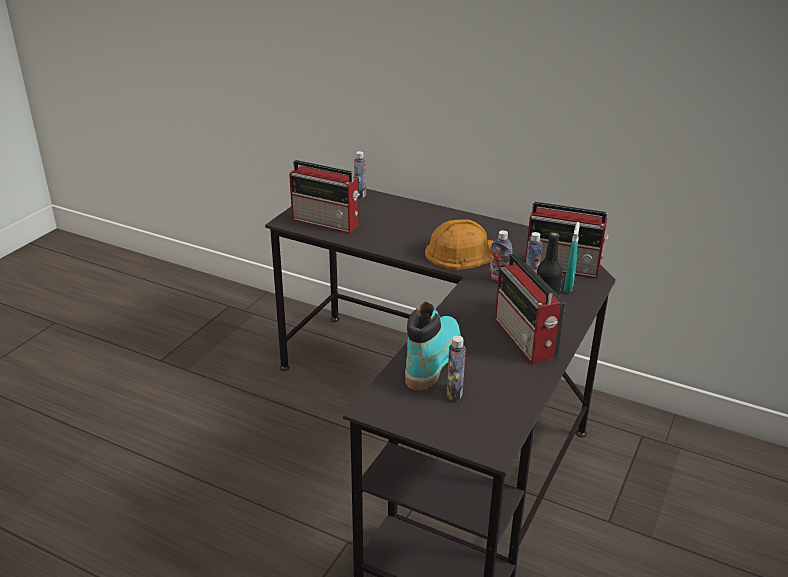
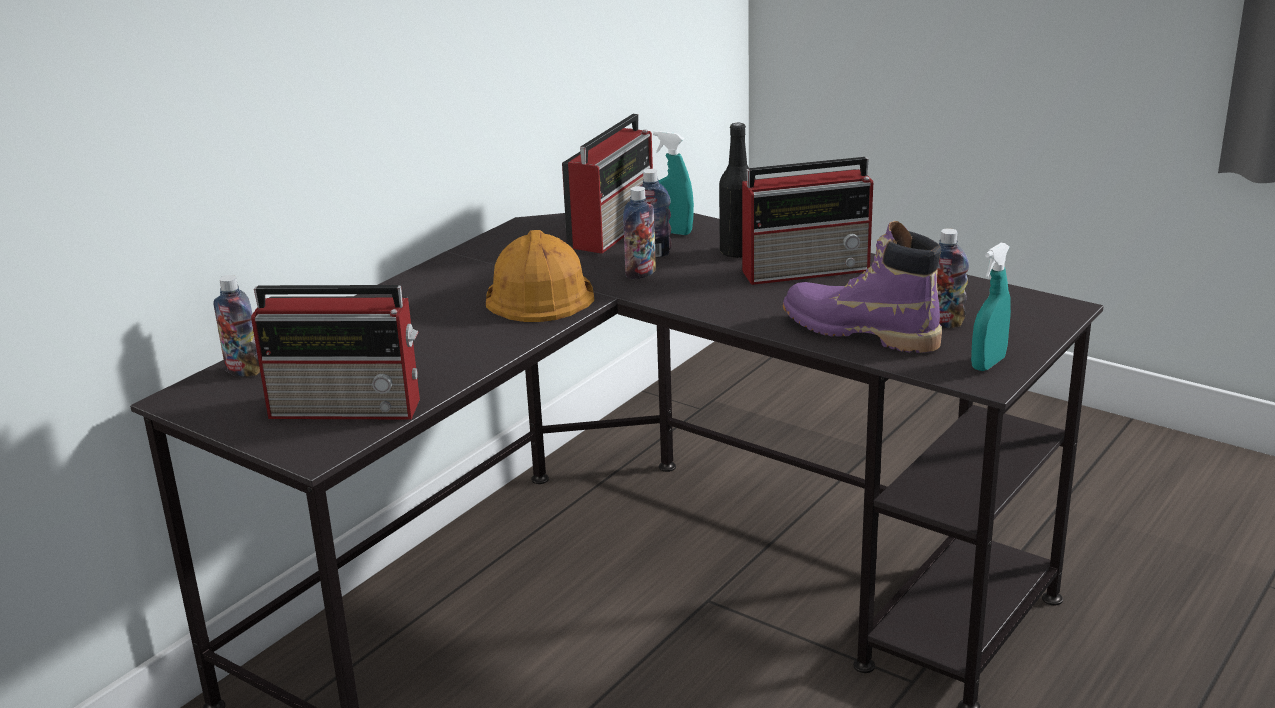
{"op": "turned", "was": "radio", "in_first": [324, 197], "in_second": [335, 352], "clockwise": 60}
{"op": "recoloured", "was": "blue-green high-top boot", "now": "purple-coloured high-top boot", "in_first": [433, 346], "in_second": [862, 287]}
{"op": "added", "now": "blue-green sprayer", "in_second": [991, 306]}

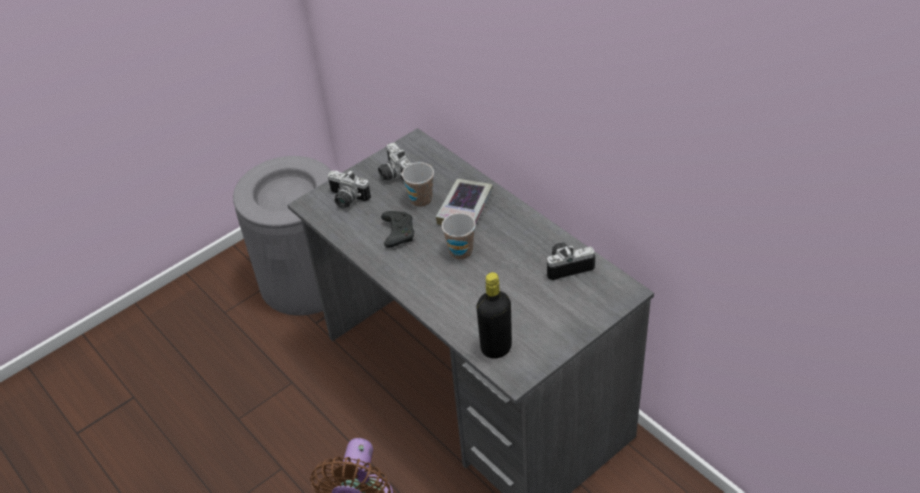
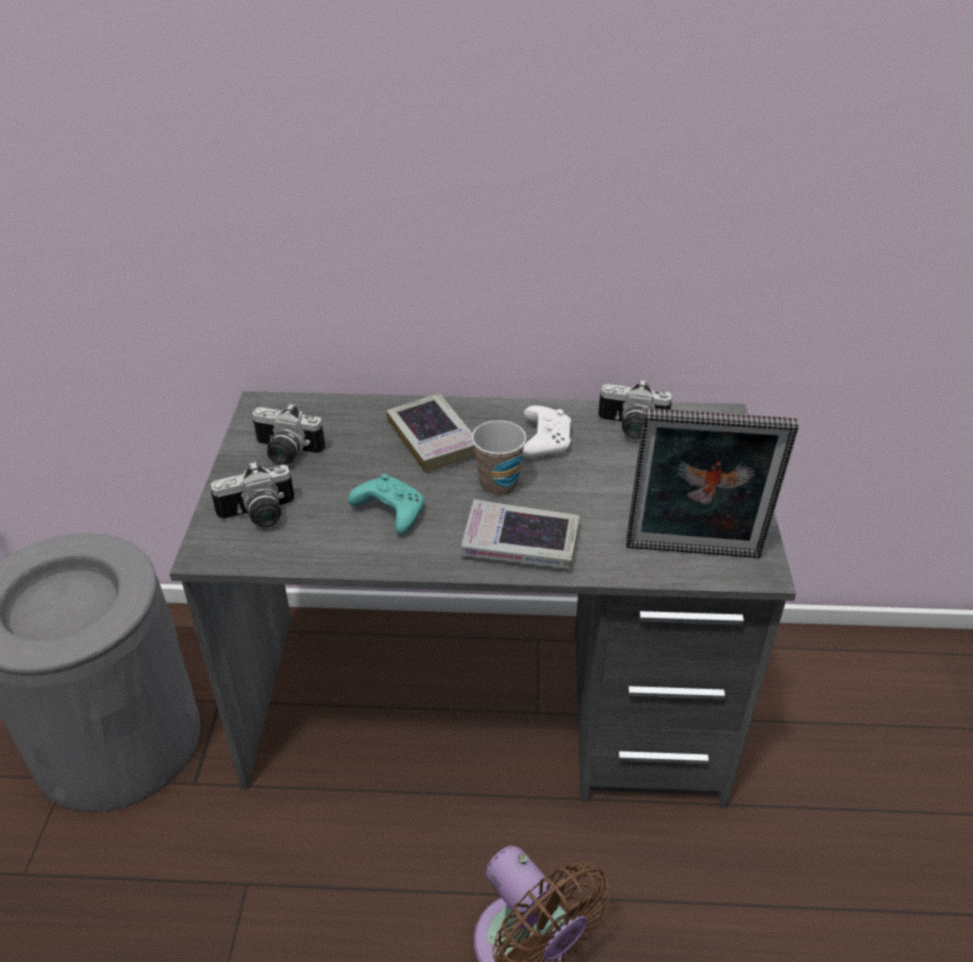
{"op": "removed", "was": "small cup", "in_first": [418, 184]}
{"op": "recoloured", "was": "blackish joypad", "now": "blue-green joypad", "in_first": [397, 229], "in_second": [386, 504]}
{"op": "turned", "was": "photo camera", "in_first": [571, 261], "in_second": [635, 409], "clockwise": -105}
{"op": "replaced", "was": "blackish drink bottle", "now": "picture frame", "in_first": [494, 315], "in_second": [712, 483]}
{"op": "added", "now": "white joypad", "in_second": [546, 432]}
{"op": "added", "now": "book", "in_second": [520, 534]}

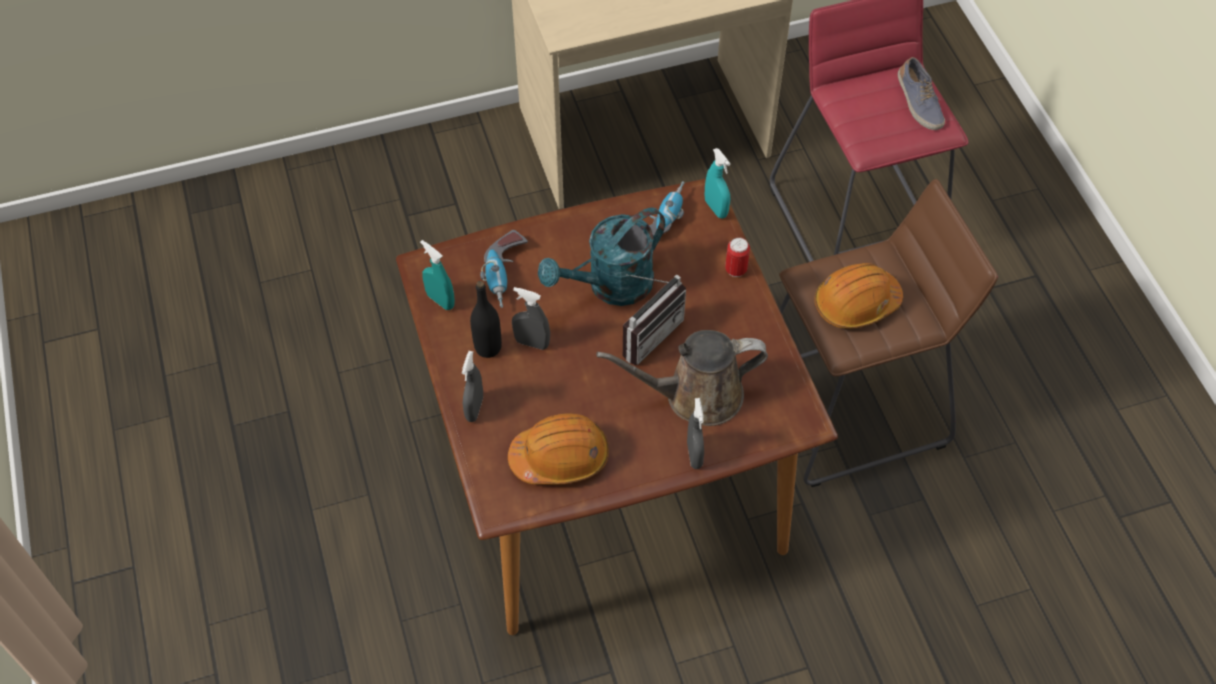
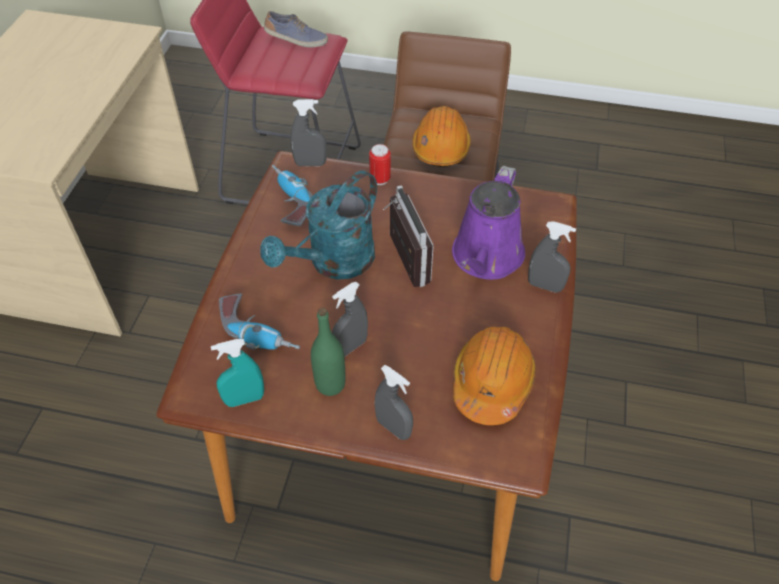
{"op": "recoloured", "was": "blue-green sprayer", "now": "greyish sprayer", "in_first": [717, 183], "in_second": [308, 132]}
{"op": "turned", "was": "blue-green watering pot", "in_first": [601, 257], "in_second": [318, 225], "clockwise": 45}
{"op": "recoloured", "was": "blackish drink bottle", "now": "green-coloured drink bottle", "in_first": [486, 319], "in_second": [328, 352]}
{"op": "recoloured", "was": "brown-coloured watering pot", "now": "purple-coloured watering pot", "in_first": [682, 378], "in_second": [488, 223]}

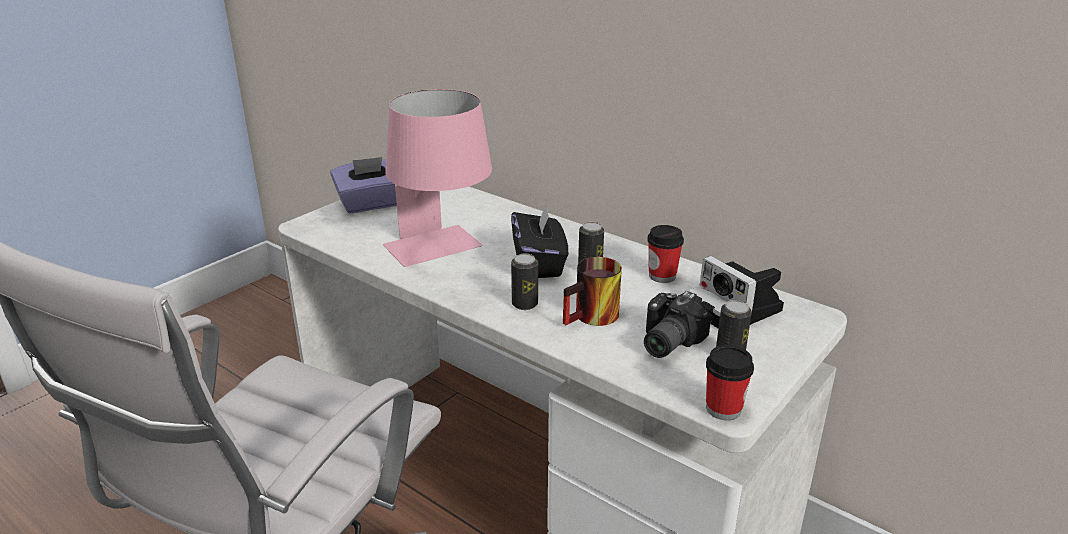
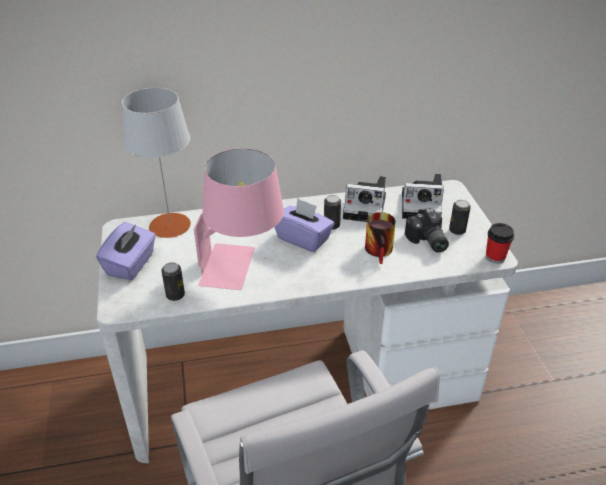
{"op": "recoloured", "was": "blackish box of tissues", "now": "purple-coloured box of tissues", "in_first": [539, 241], "in_second": [305, 225]}
{"op": "replaced", "was": "small cup", "now": "photo camera", "in_first": [665, 254], "in_second": [364, 199]}
{"op": "moved", "was": "sealed can", "in_first": [524, 282], "in_second": [173, 281]}
{"op": "added", "now": "greyish table lamp", "in_second": [156, 163]}

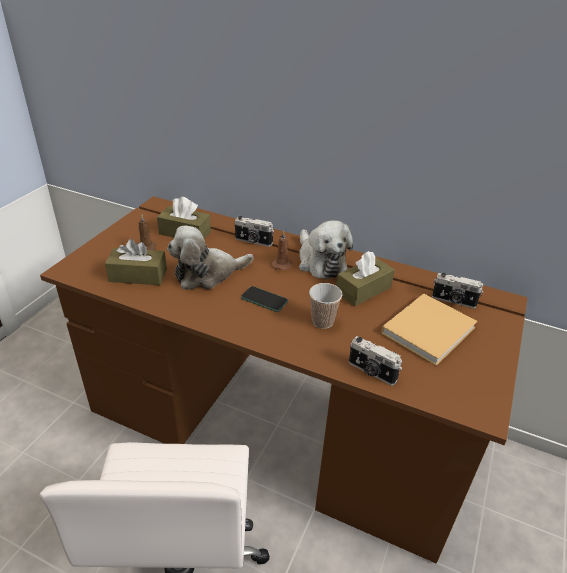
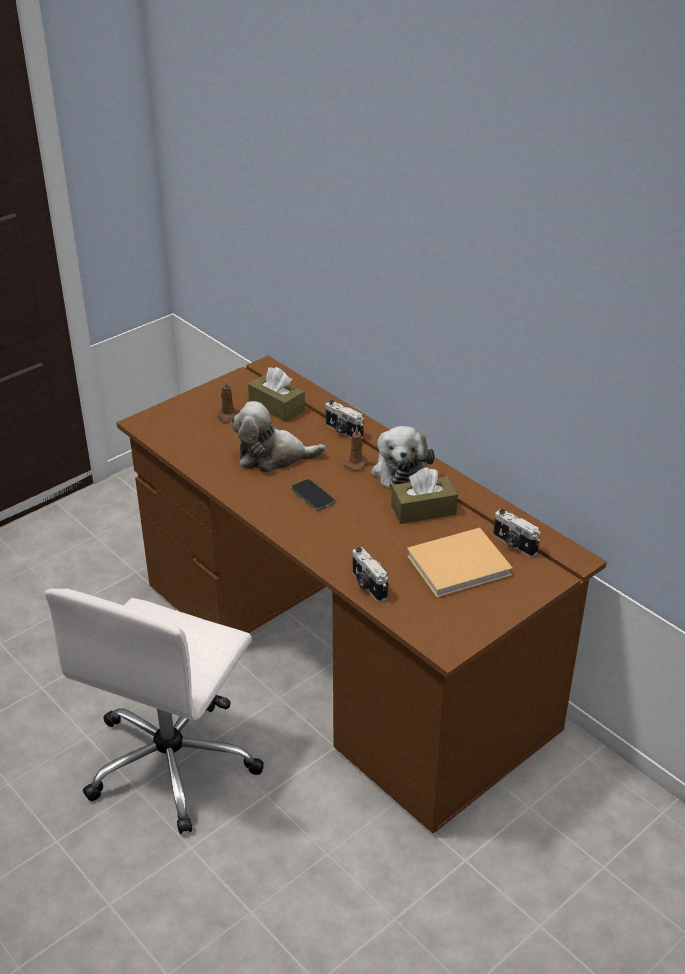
{"op": "removed", "was": "brown-coloured box of tissues", "in_first": [136, 262]}
{"op": "removed", "was": "small cup", "in_first": [325, 306]}

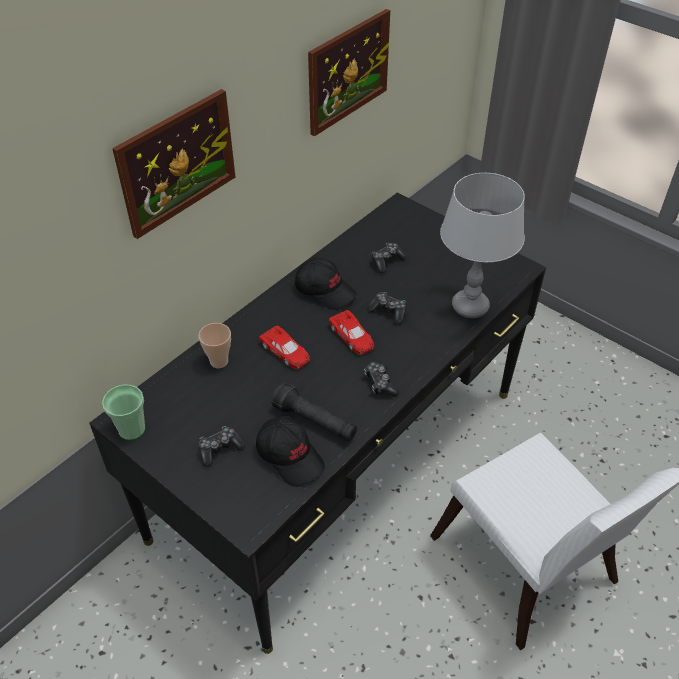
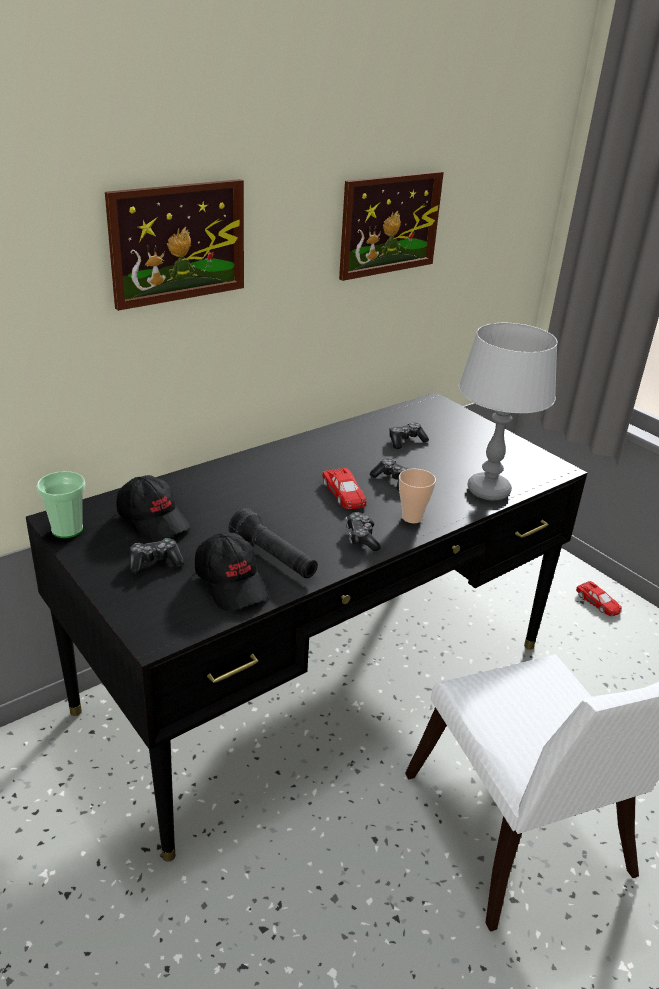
{"op": "moved", "was": "blackish cap", "in_first": [325, 283], "in_second": [153, 508]}
{"op": "moved", "was": "small cup", "in_first": [215, 345], "in_second": [417, 496]}
{"op": "moved", "was": "reddish model car", "in_first": [284, 347], "in_second": [599, 598]}

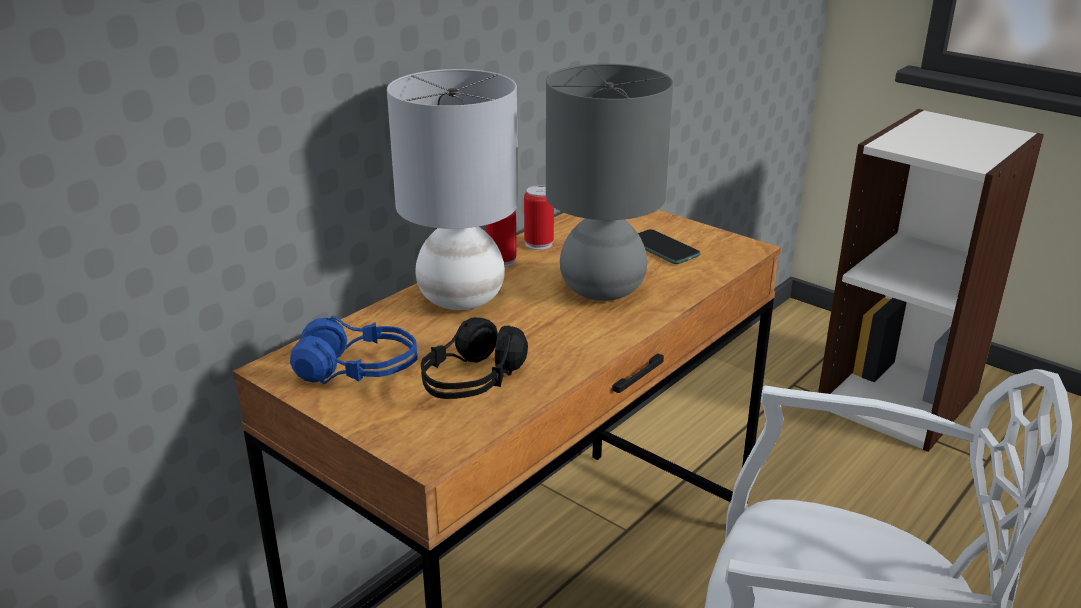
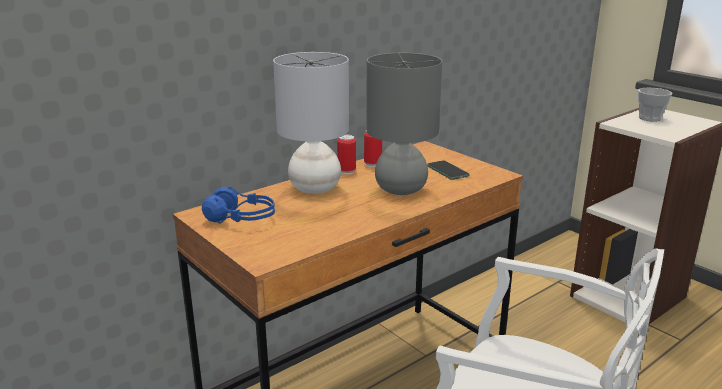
{"op": "removed", "was": "blackish headphones", "in_first": [474, 358]}
{"op": "added", "now": "small cup", "in_second": [655, 105]}

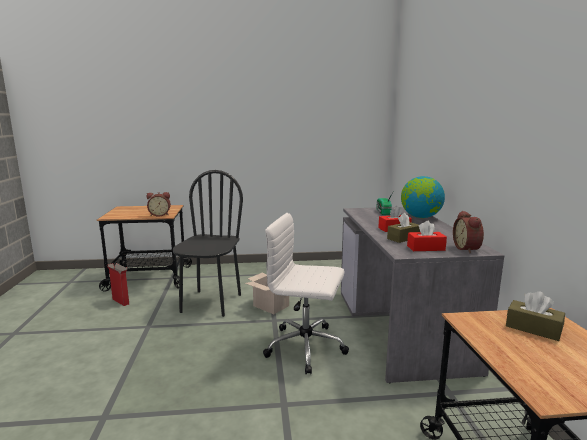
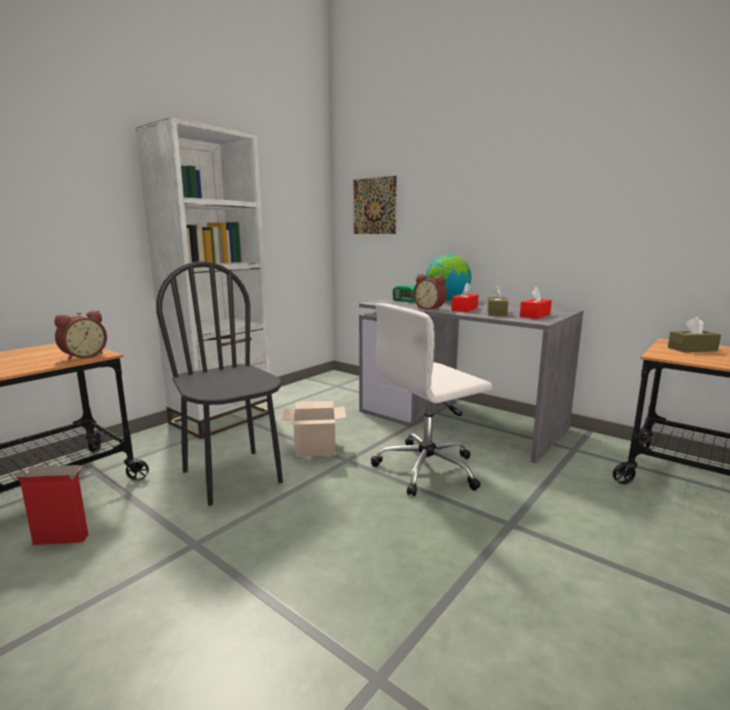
{"op": "moved", "was": "bedside clock", "in_first": [468, 232], "in_second": [430, 292]}
{"op": "added", "now": "white bookshelf", "in_second": [202, 278]}
{"op": "added", "now": "wall picture", "in_second": [375, 205]}

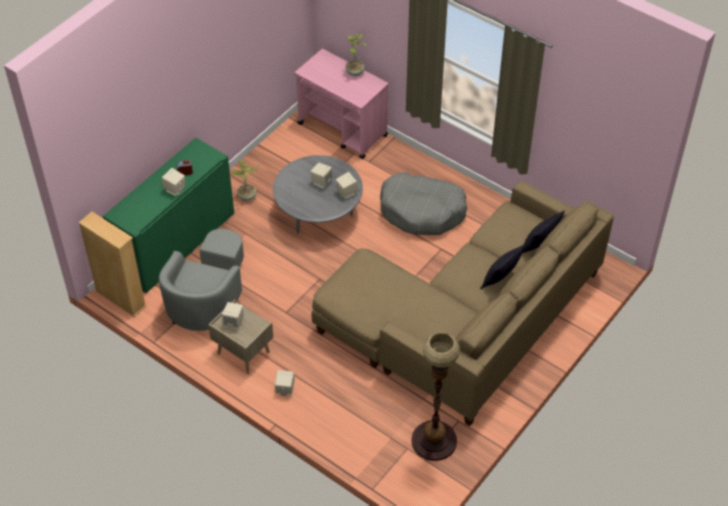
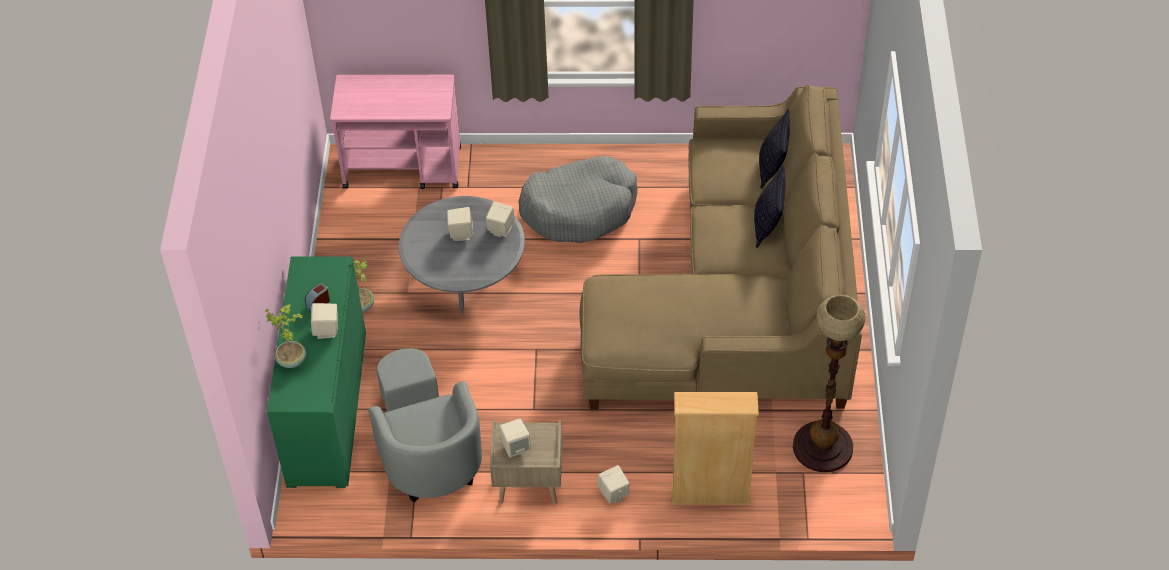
{"op": "moved", "was": "potted plant", "in_first": [356, 55], "in_second": [285, 336]}
{"op": "moved", "was": "beige-coloured bookshelf", "in_first": [112, 264], "in_second": [715, 448]}

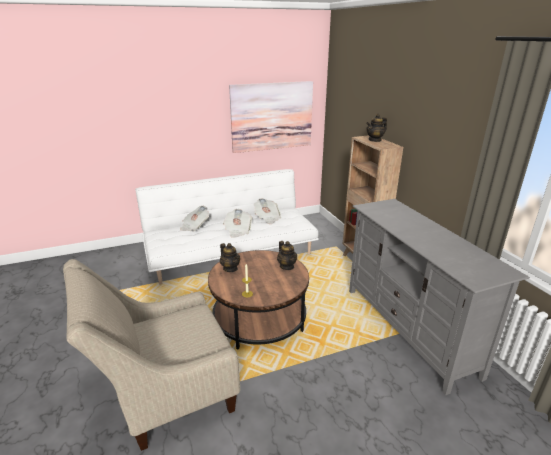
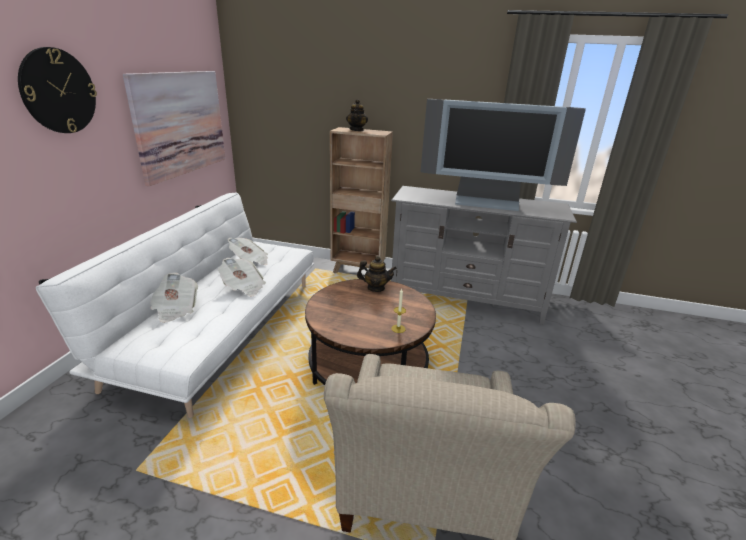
{"op": "removed", "was": "teapot", "in_first": [230, 257]}
{"op": "added", "now": "clock on the wall", "in_second": [57, 90]}
{"op": "added", "now": "television", "in_second": [503, 155]}

